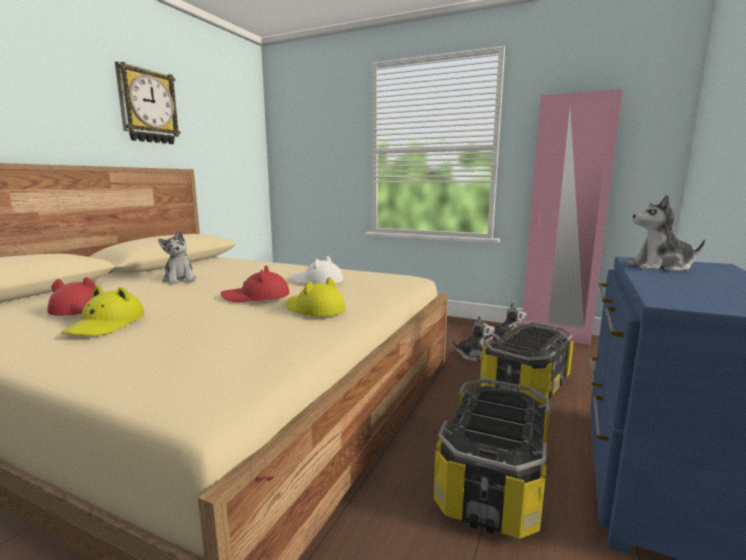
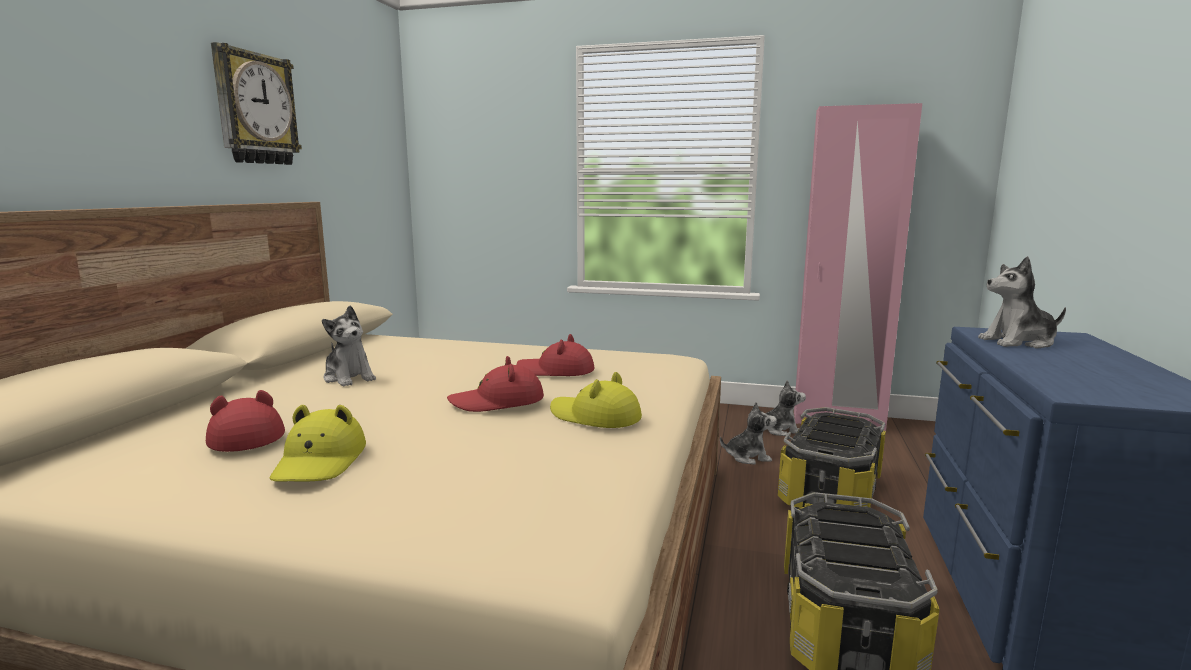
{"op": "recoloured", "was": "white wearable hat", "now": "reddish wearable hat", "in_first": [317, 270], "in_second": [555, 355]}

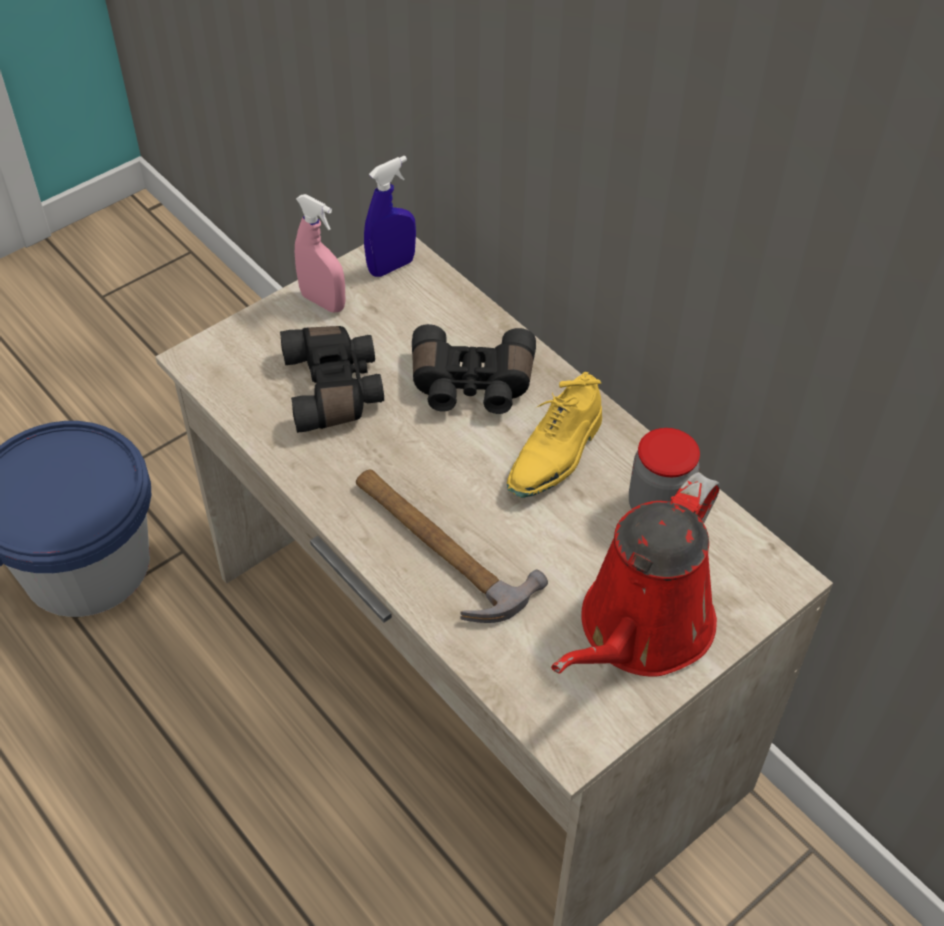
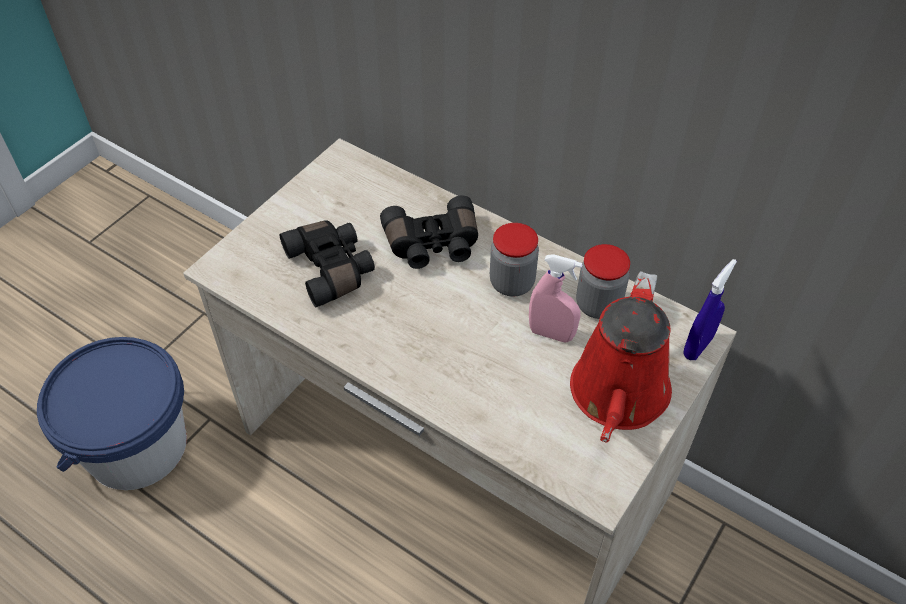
{"op": "moved", "was": "blue-coloured sprayer", "in_first": [390, 216], "in_second": [710, 309]}
{"op": "moved", "was": "pink-coloured sprayer", "in_first": [320, 253], "in_second": [556, 298]}
{"op": "replaced", "was": "yellow-coloured shoe", "now": "preserve jar", "in_first": [554, 435], "in_second": [514, 260]}
{"op": "removed", "was": "hammer", "in_first": [452, 546]}

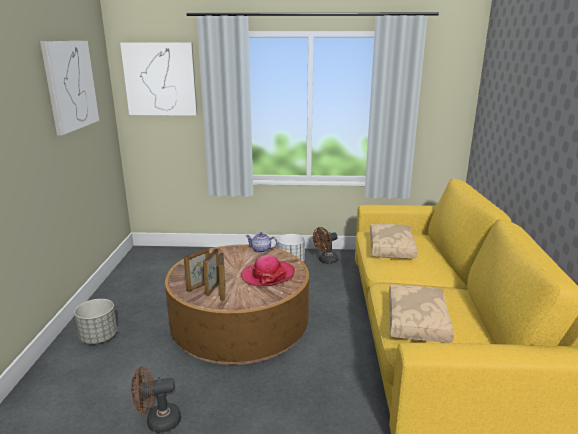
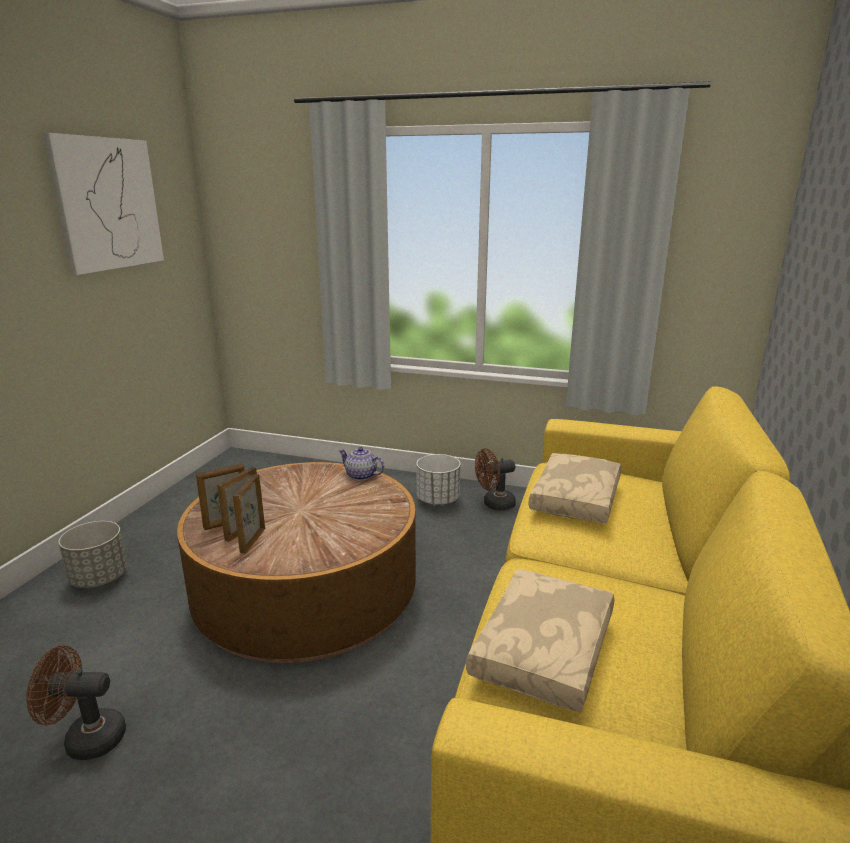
{"op": "removed", "was": "wall picture", "in_first": [158, 79]}
{"op": "removed", "was": "wearable hat", "in_first": [267, 270]}

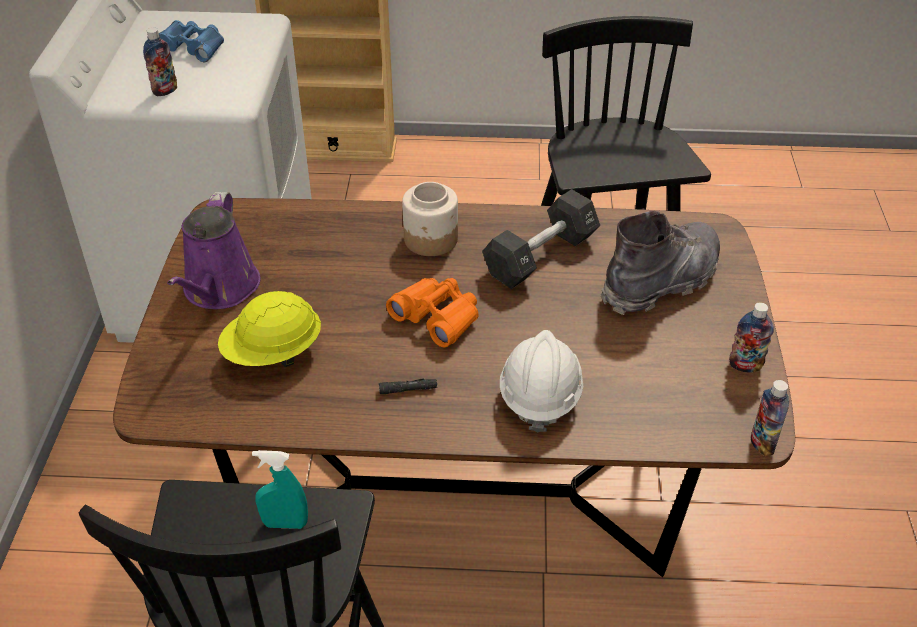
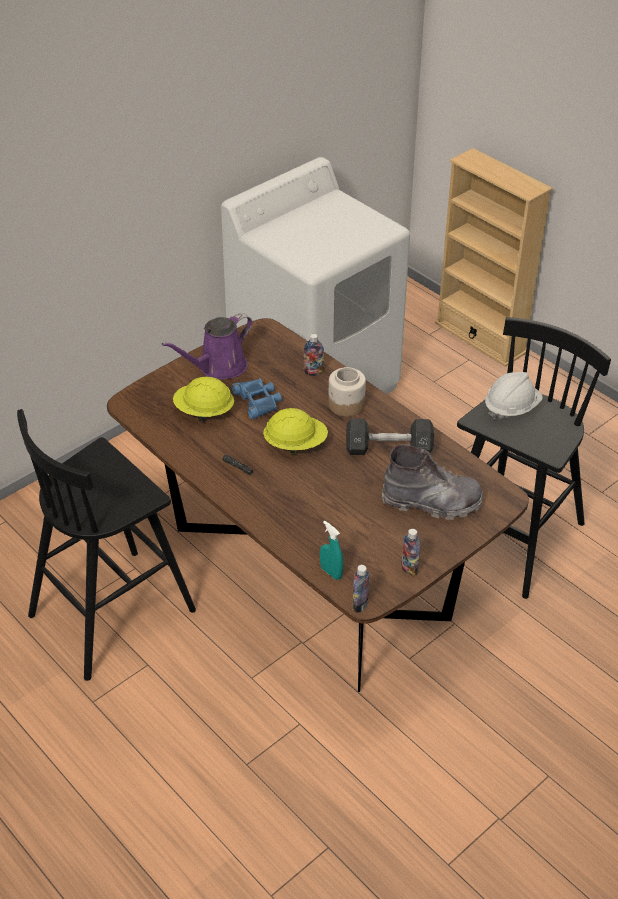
{"op": "moved", "was": "blue-coloured binoculars", "in_first": [191, 41], "in_second": [256, 398]}
{"op": "moved", "was": "drink bottle", "in_first": [160, 62], "in_second": [314, 355]}
{"op": "replaced", "was": "orange-coloured binoculars", "now": "yellow-coloured hard hat", "in_first": [432, 312], "in_second": [295, 431]}
{"op": "moved", "was": "white hard hat", "in_first": [541, 381], "in_second": [514, 396]}
{"op": "moved", "was": "blue-green sprayer", "in_first": [280, 489], "in_second": [331, 550]}

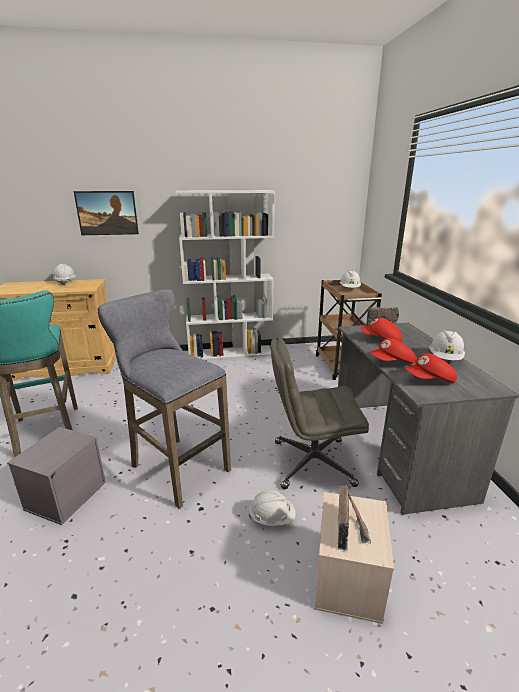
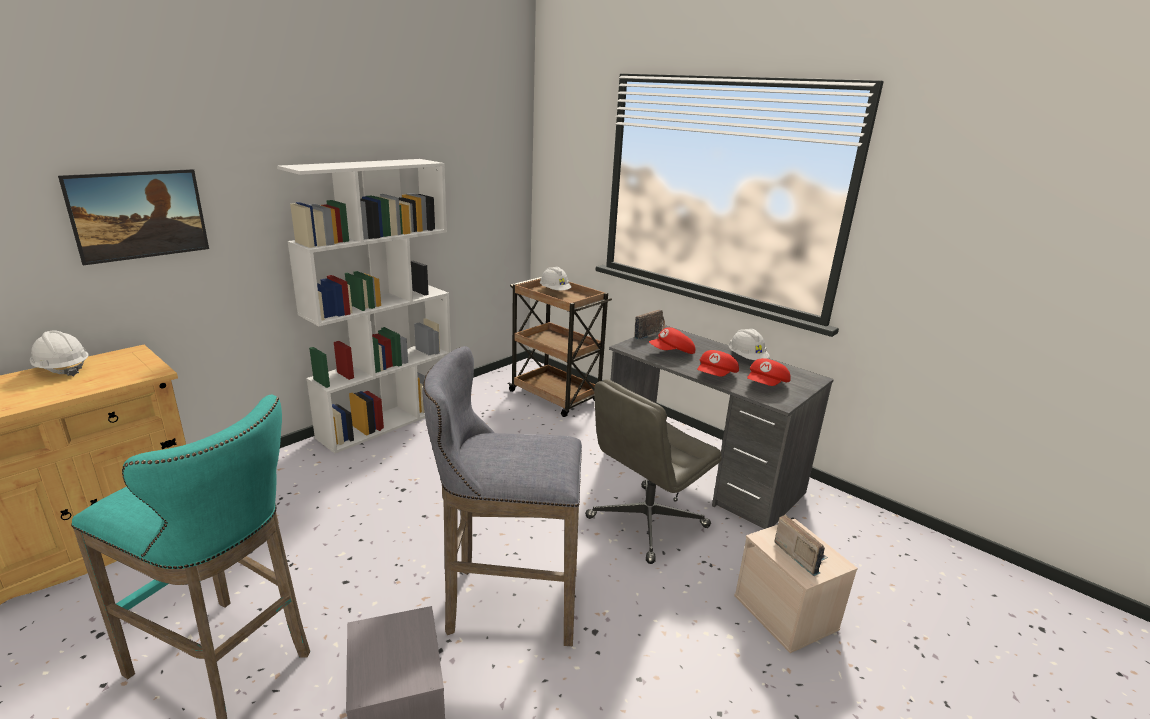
{"op": "removed", "was": "white hard hat", "in_first": [272, 508]}

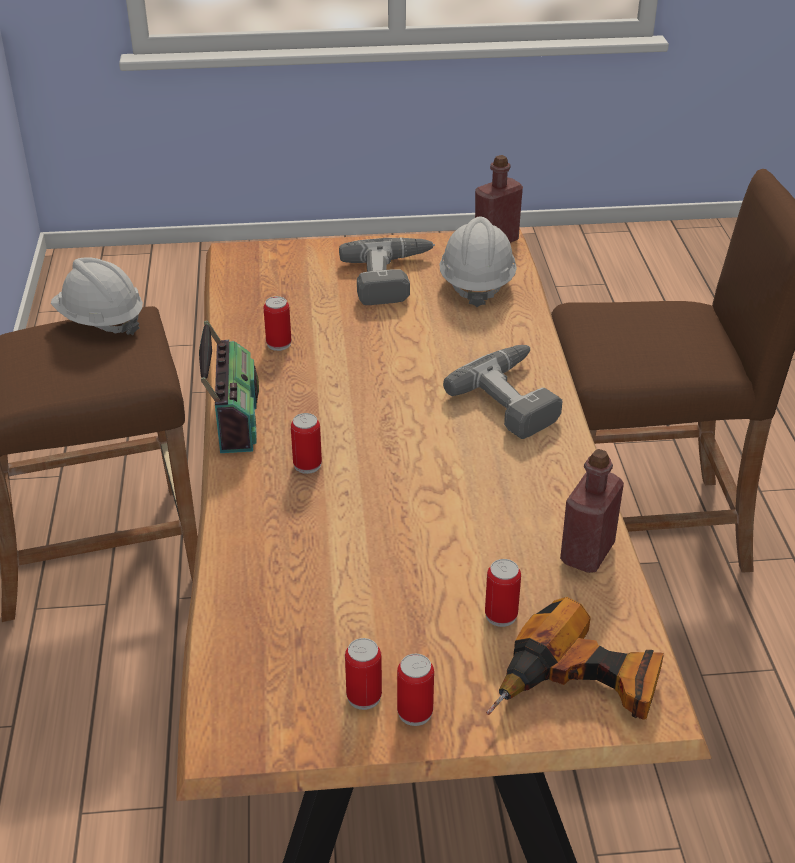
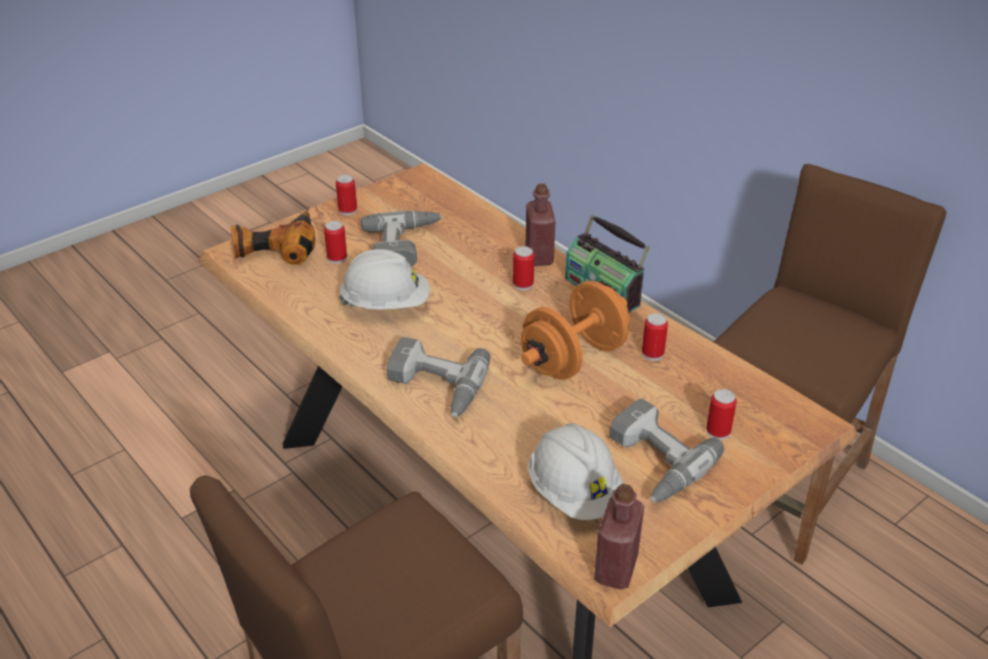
{"op": "moved", "was": "white hard hat", "in_first": [97, 296], "in_second": [384, 279]}
{"op": "moved", "was": "reddish drink bottle", "in_first": [592, 511], "in_second": [541, 225]}
{"op": "moved", "was": "sealed can", "in_first": [363, 674], "in_second": [721, 414]}
{"op": "added", "now": "power drill", "in_second": [402, 239]}
{"op": "added", "now": "orange-coloured hand weight", "in_second": [575, 330]}

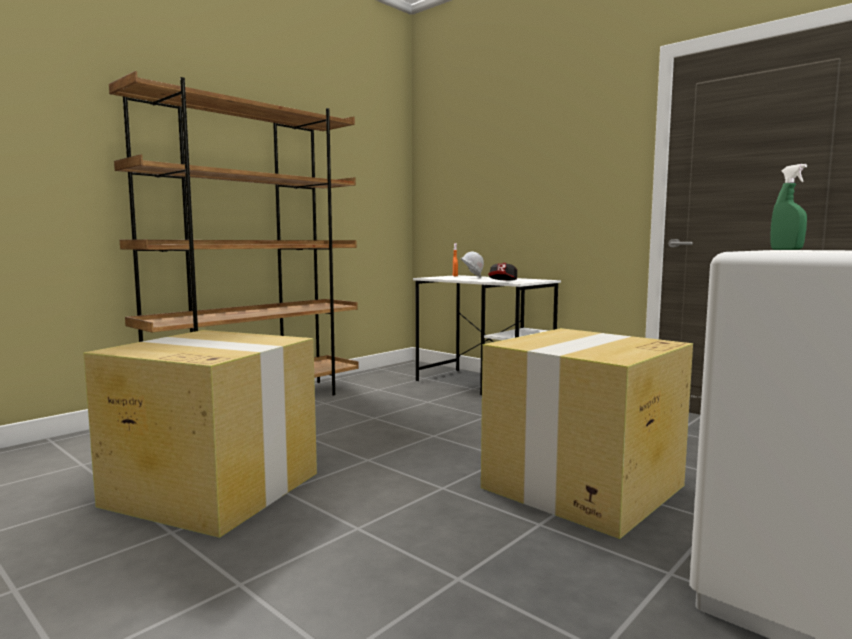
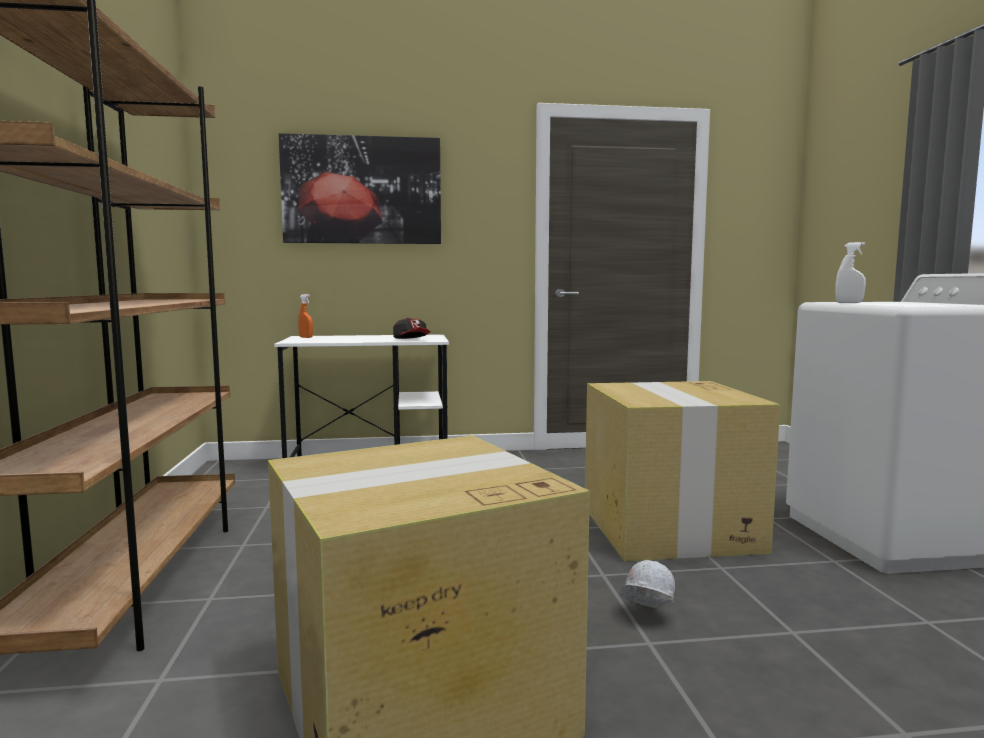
{"op": "recoloured", "was": "green-coloured sprayer", "now": "white sprayer", "in_first": [788, 207], "in_second": [850, 272]}
{"op": "moved", "was": "white hard hat", "in_first": [472, 264], "in_second": [647, 584]}
{"op": "added", "now": "wall picture", "in_second": [360, 188]}

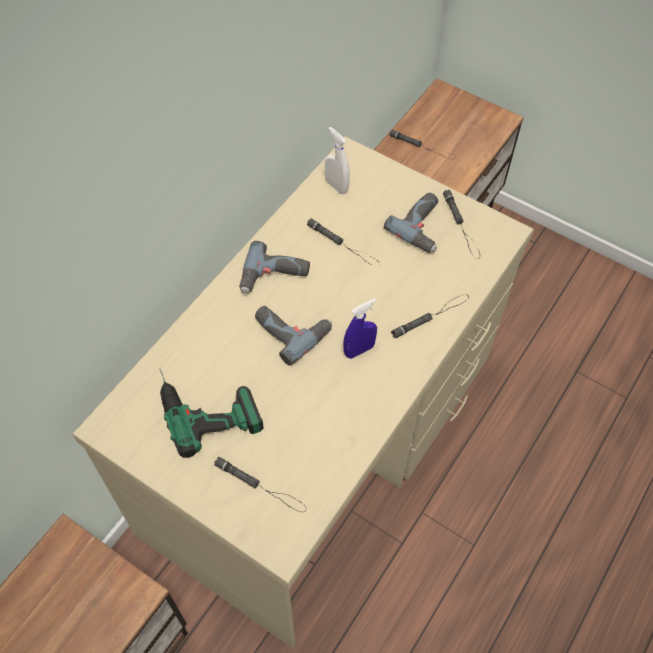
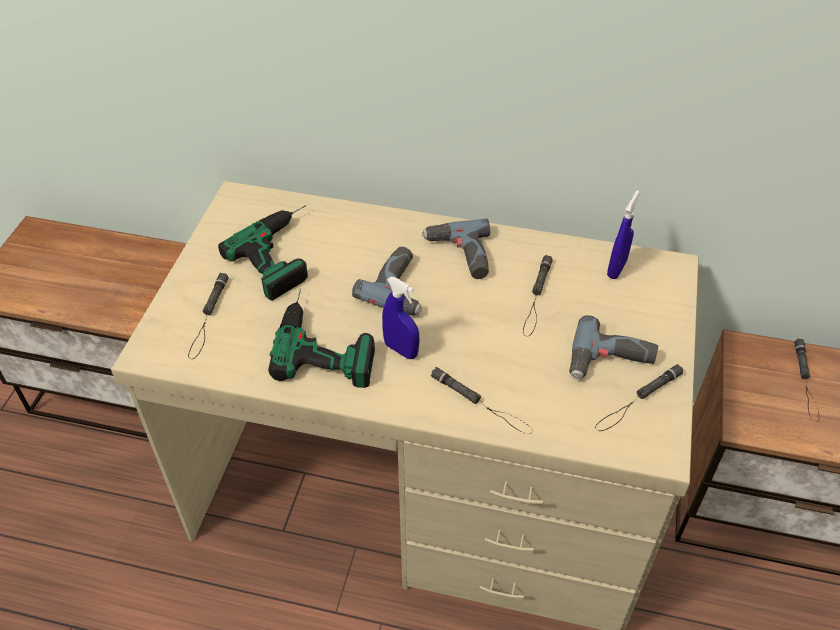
{"op": "recoloured", "was": "white sprayer", "now": "blue-coloured sprayer", "in_first": [337, 160], "in_second": [623, 234]}
{"op": "added", "now": "power drill", "in_second": [321, 338]}

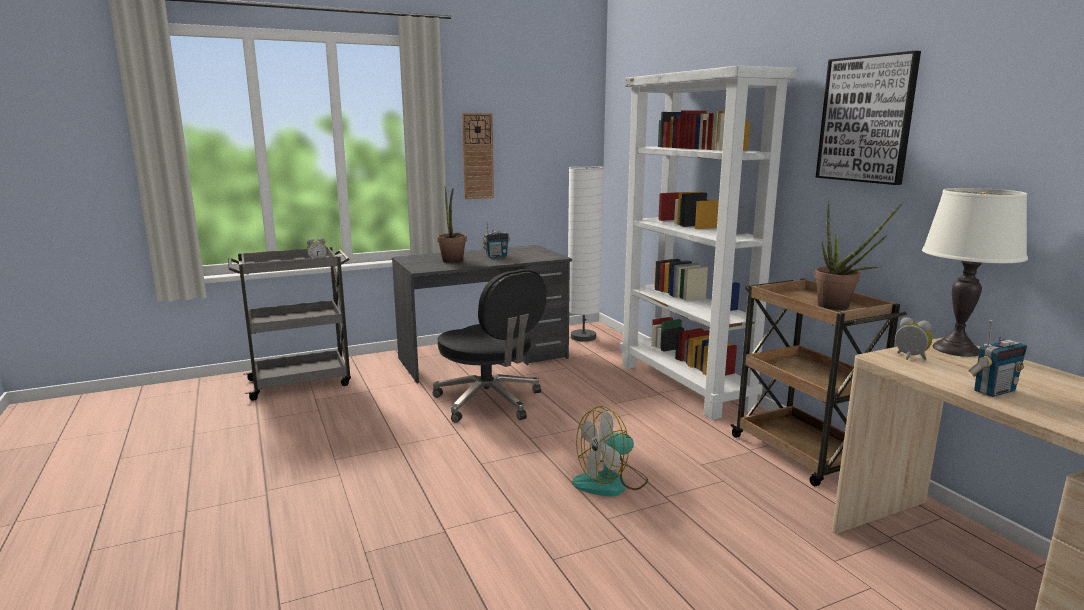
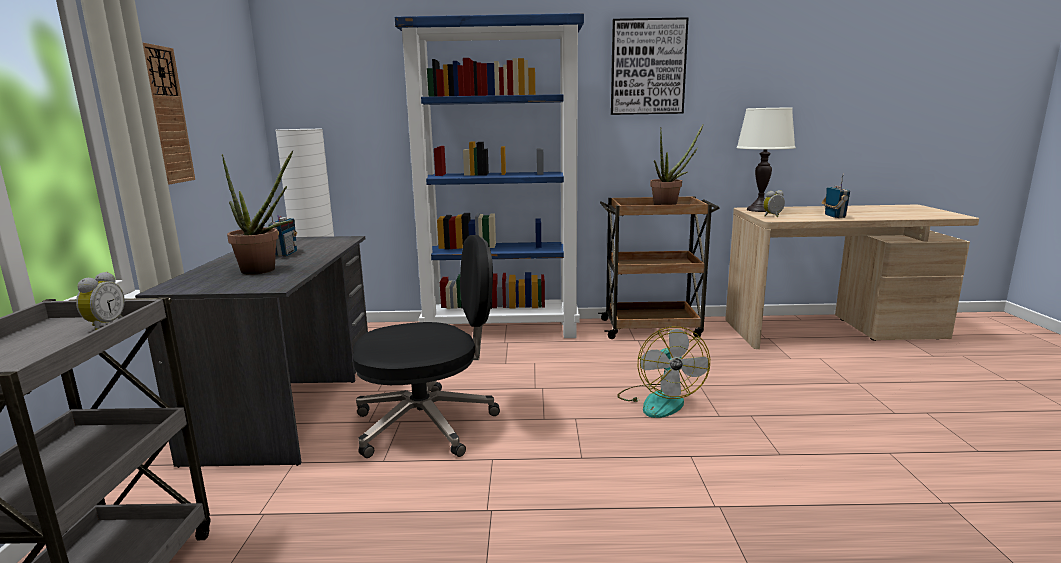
{"op": "recoloured", "was": "white bookshelf", "now": "blue-coloured bookshelf", "in_first": [708, 242], "in_second": [489, 175]}

